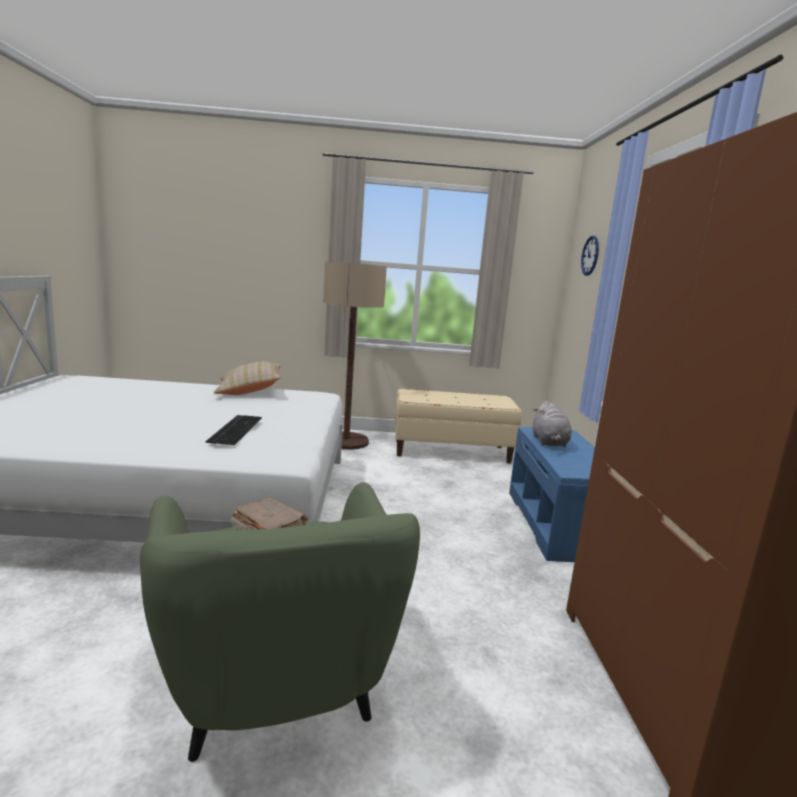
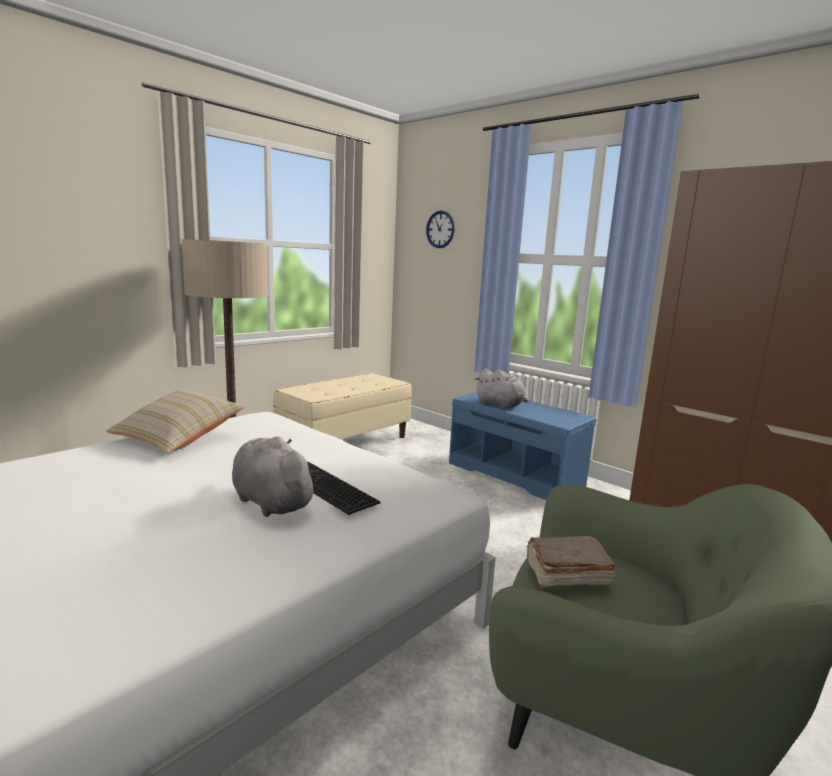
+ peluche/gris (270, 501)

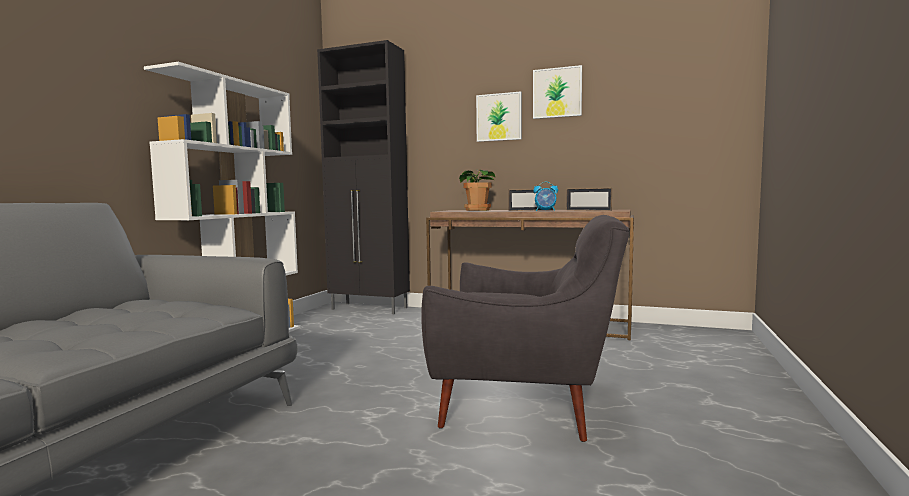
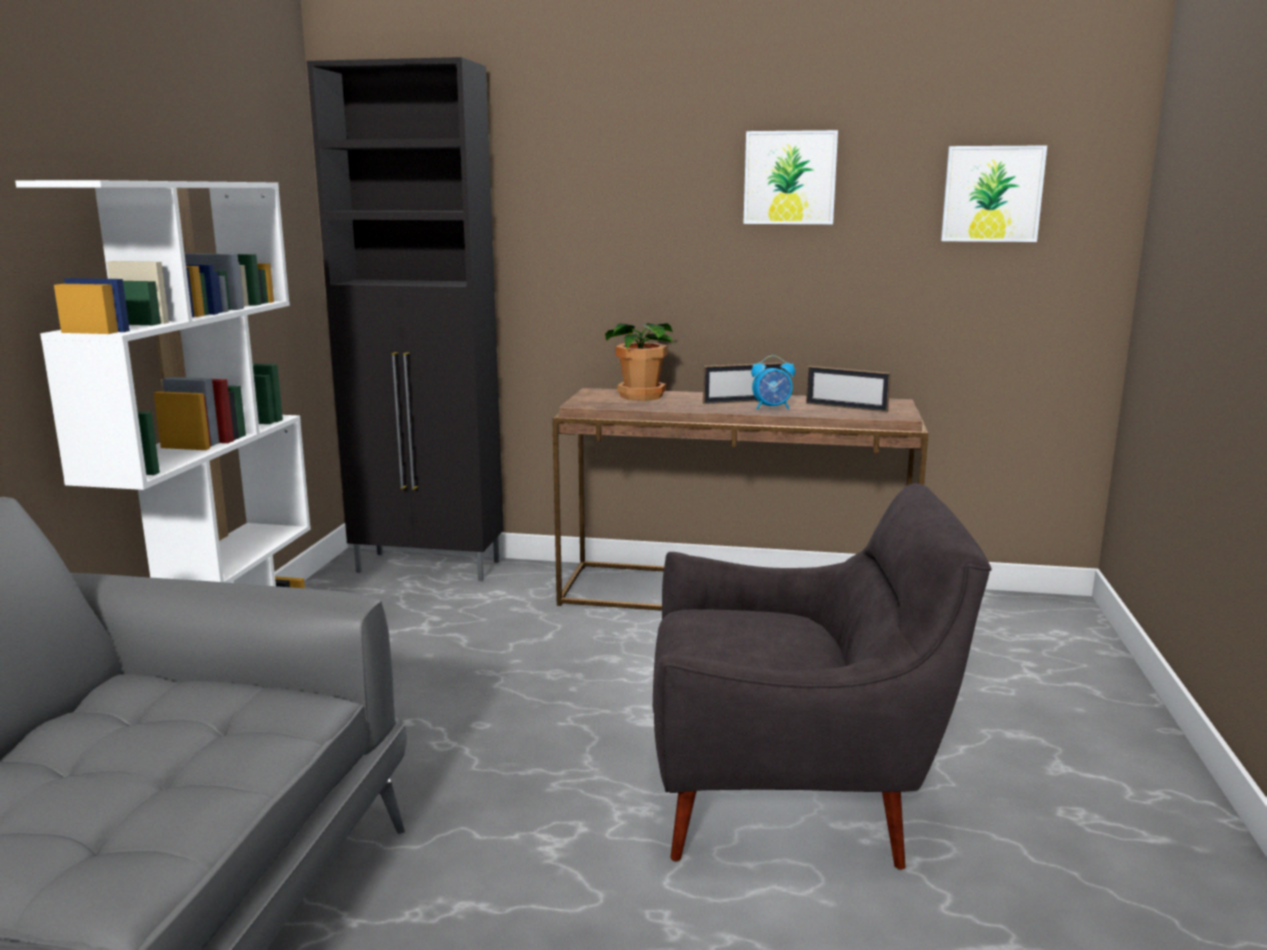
~ tableau (499, 117) to (992, 194)

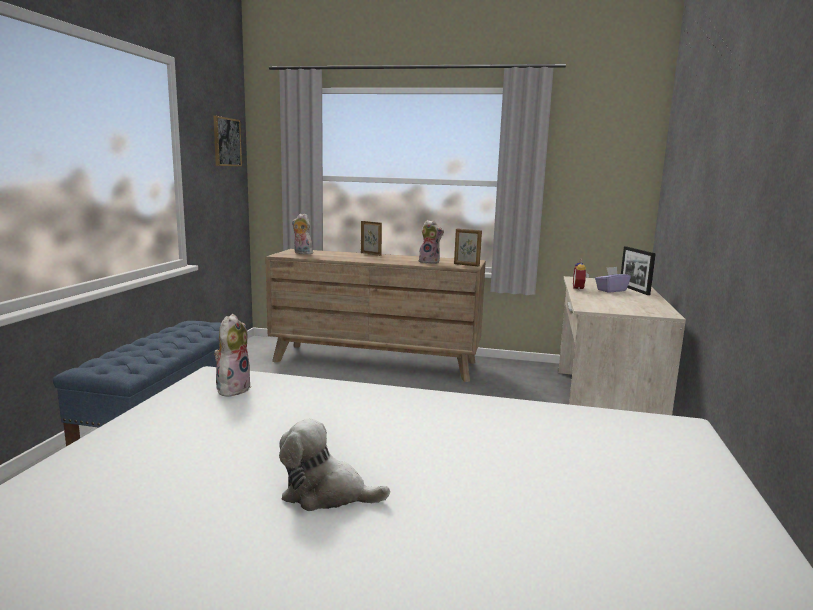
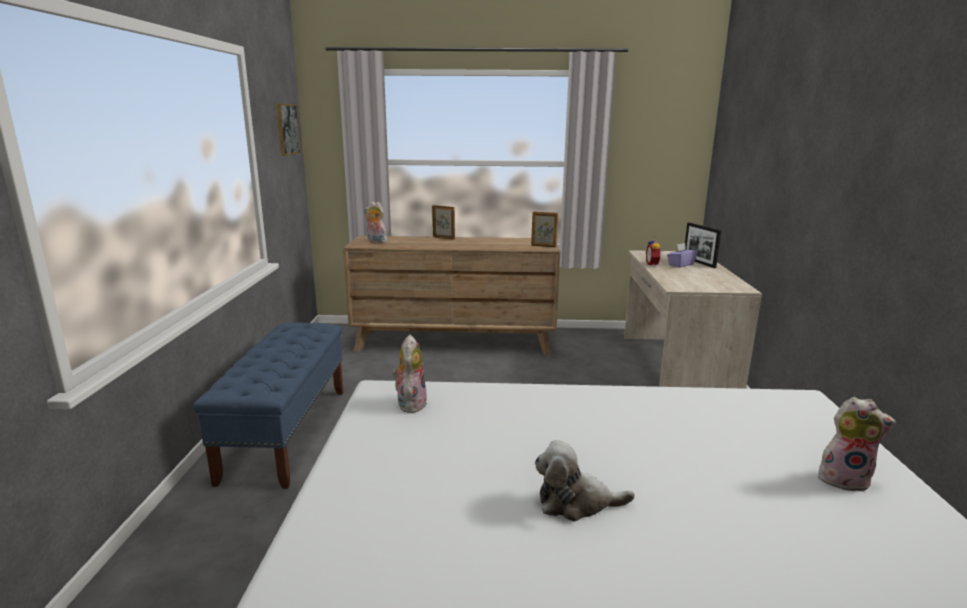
~ peluche (430, 262) to (844, 479)

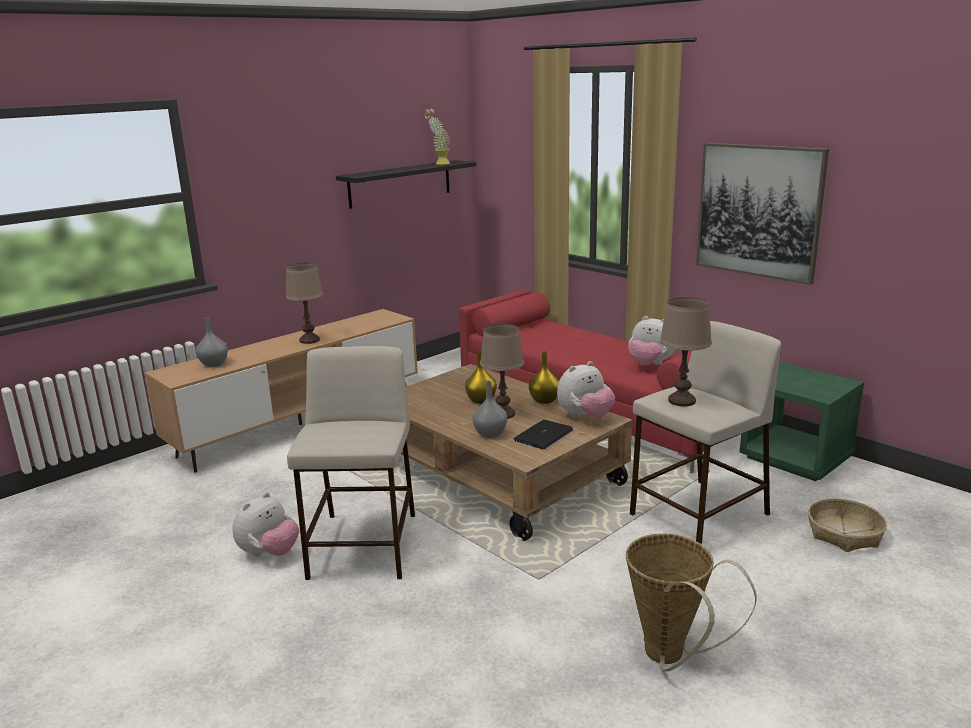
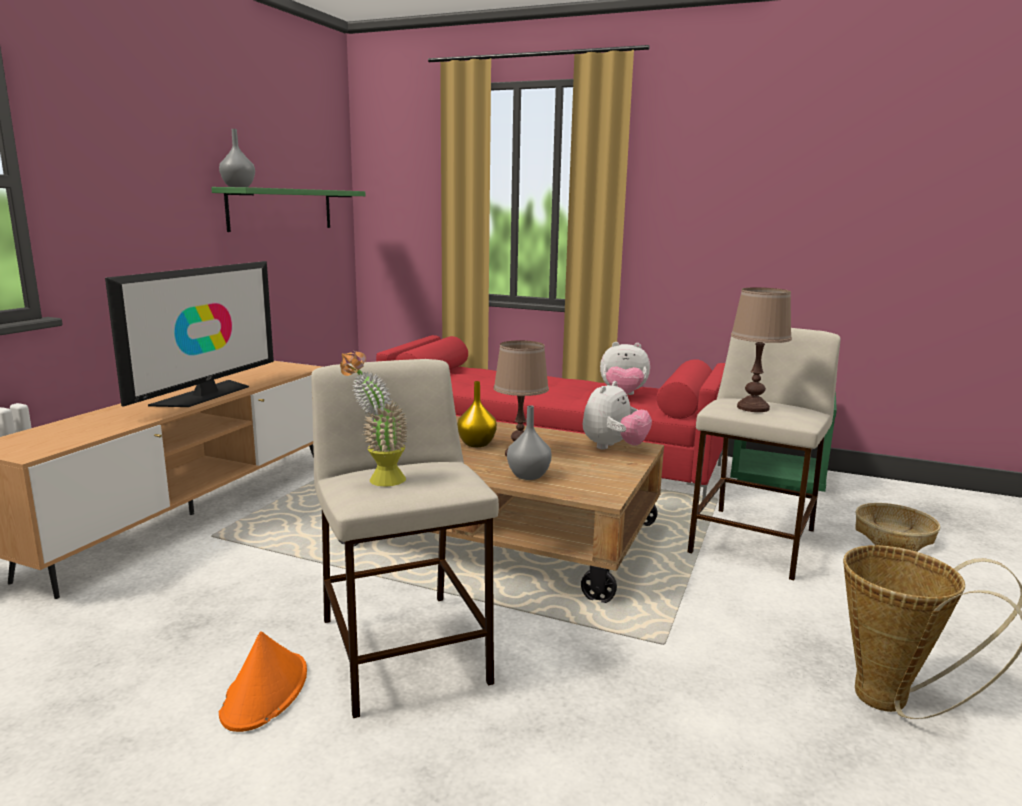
~ vase/gris (213, 364) to (238, 187)
~ peluche (269, 553) to chapeau/orange (265, 692)
~ lampe de table/marron (309, 340) to téléviseur (205, 394)
~ étagère/noir (400, 183) to étagère/vert (281, 209)
~ plante en pot (439, 163) to (377, 480)
- ordinateur portable (543, 435)
- vase/jaune (544, 400)
- tableau (758, 211)

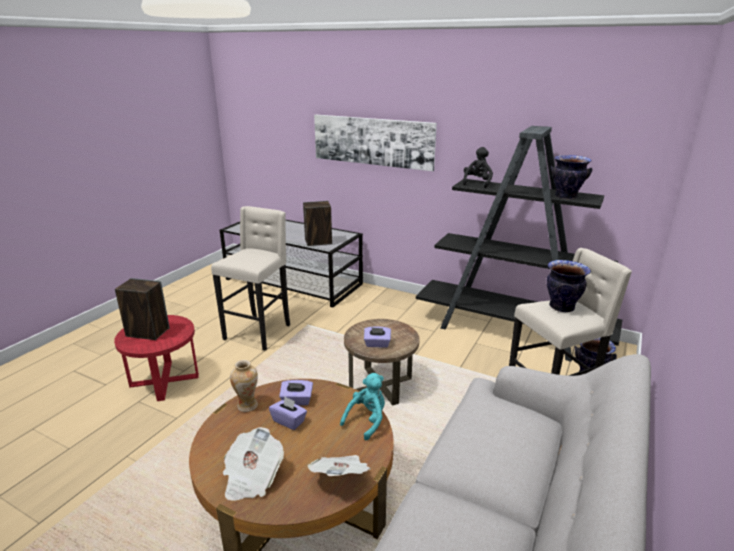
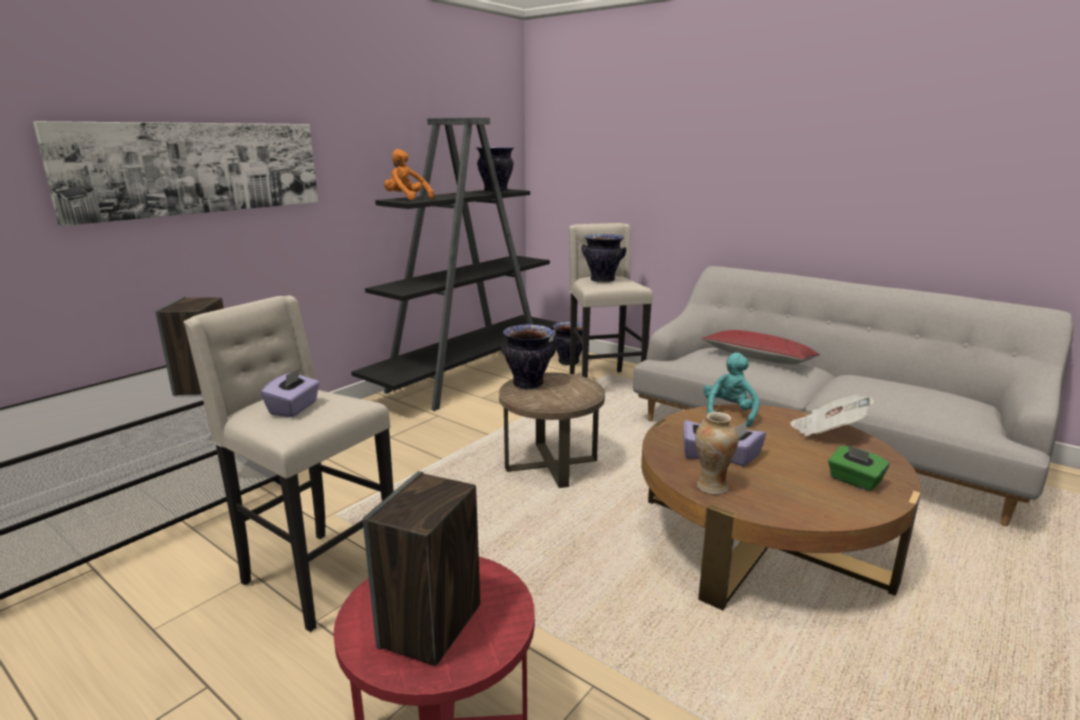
~ journal (252, 477) to boîte à mouchoirs/vert (854, 481)
~ peluche/turquoise (367, 420) = (729, 414) 60 degrees clockwise
~ boîte à mouchoirs/violet (377, 344) to (294, 408)
~ peluche/noir (477, 183) to peluche/orange (406, 199)
+ vase (528, 384)
+ coussin/rouge (758, 358)

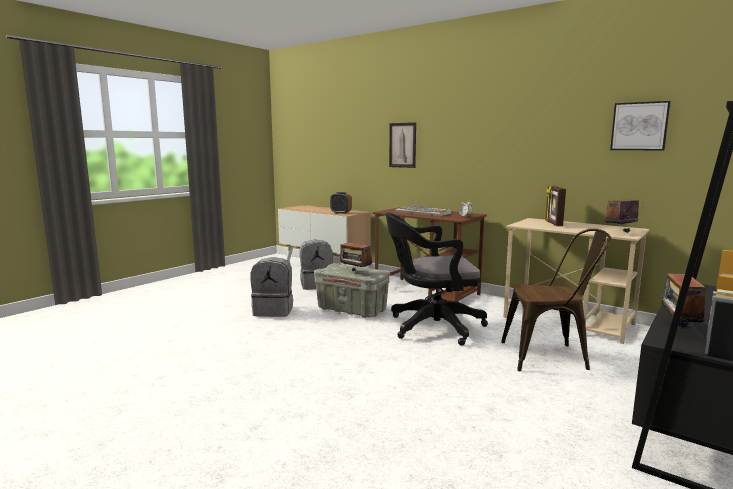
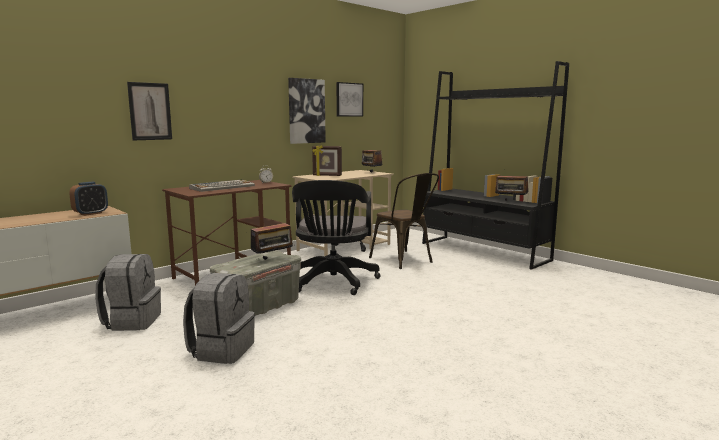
~ chaise/marron (551, 356) = (404, 261) 135 degrees clockwise
+ tableau (306, 111)

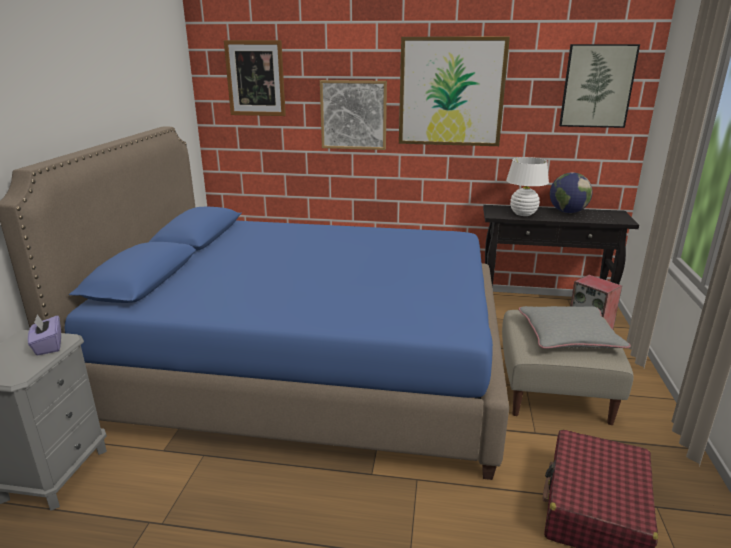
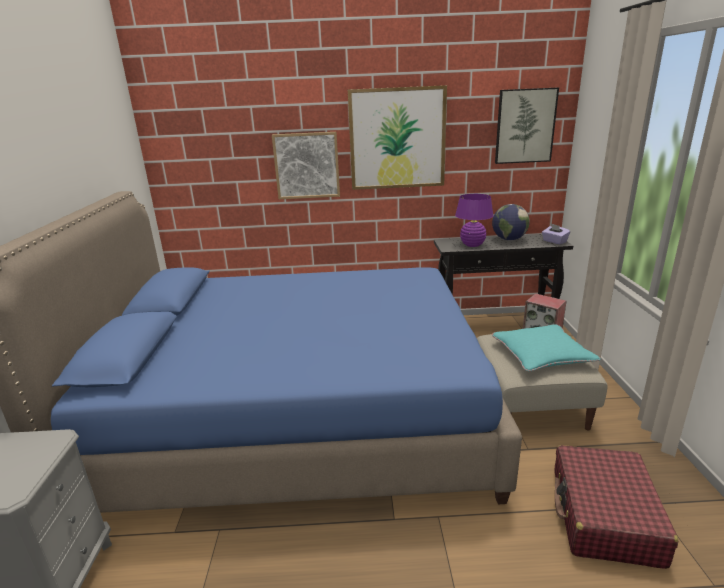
~ boîte à mouchoirs/violet (48, 346) to (554, 241)
- tableau (255, 78)
~ lampe de table/blanc (523, 214) to lampe de table/violet (472, 245)
~ coussin/gris (569, 335) to coussin/turquoise (542, 354)

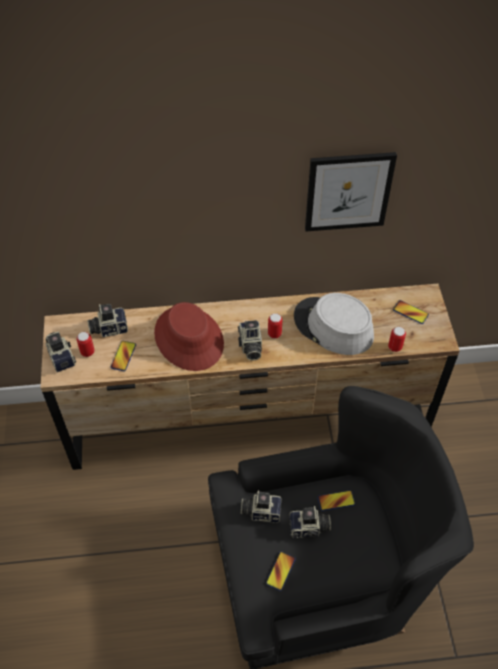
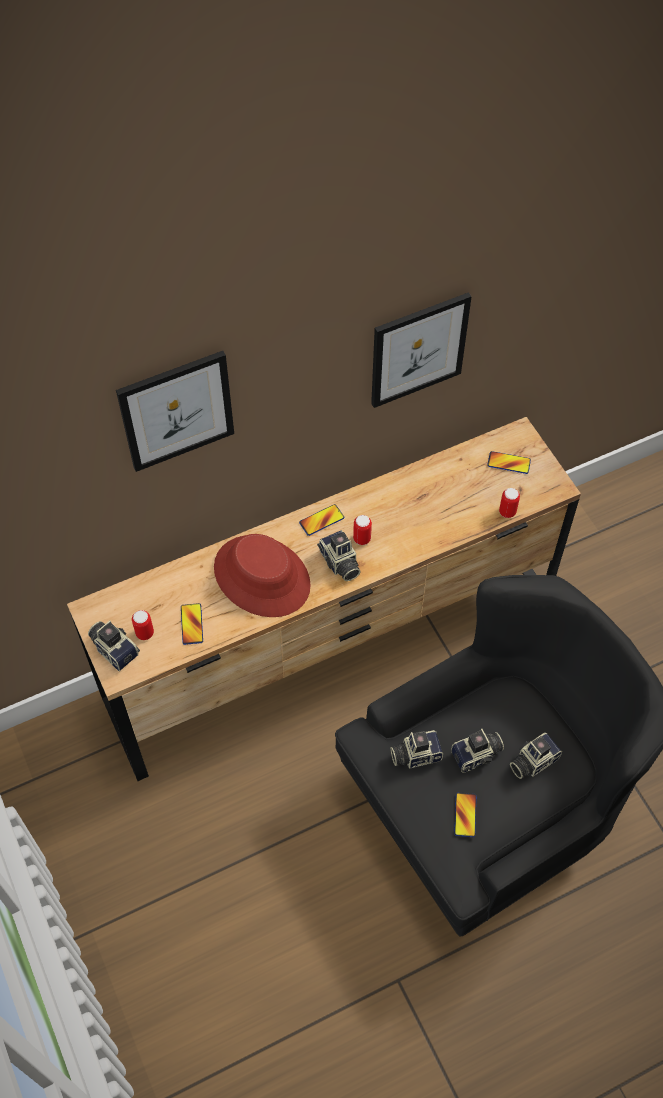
~ appareil photo (108, 328) to (532, 761)
- chapeau/gris (333, 327)
~ téléphone (336, 501) to (321, 520)
+ tableau (176, 410)

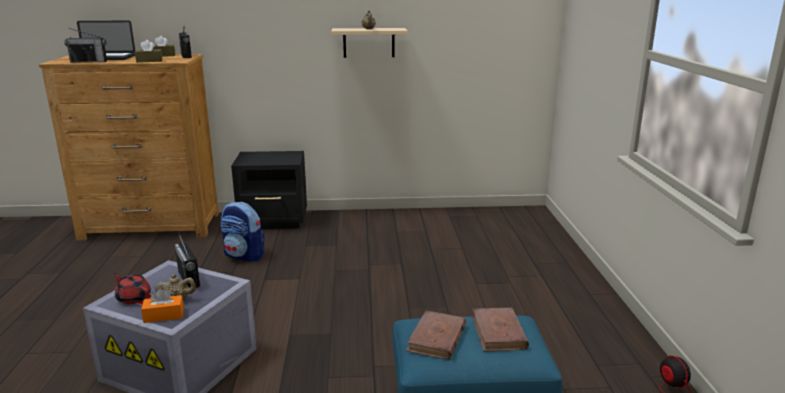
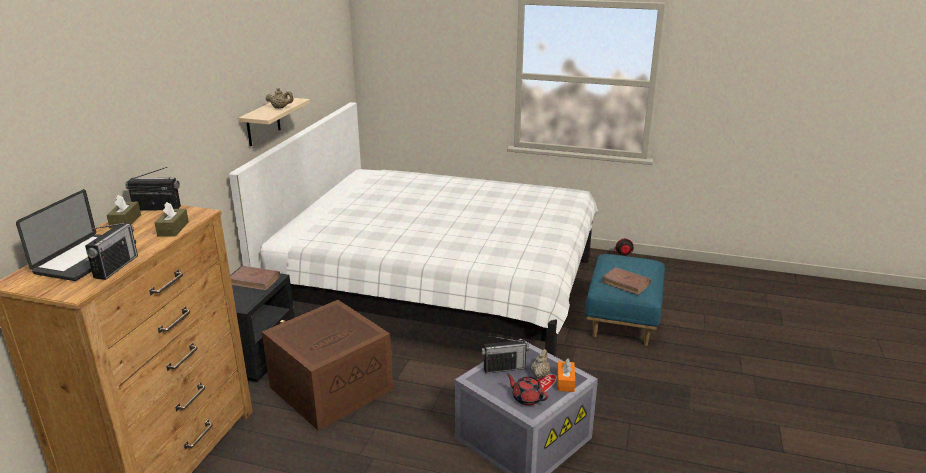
~ théière/rouge (133, 298) = (527, 398) 75 degrees clockwise
~ sac à dos (244, 256) to boîte de rangement/marron (331, 387)
~ livre/marron (498, 333) to (254, 280)
+ lit/blanc (438, 292)

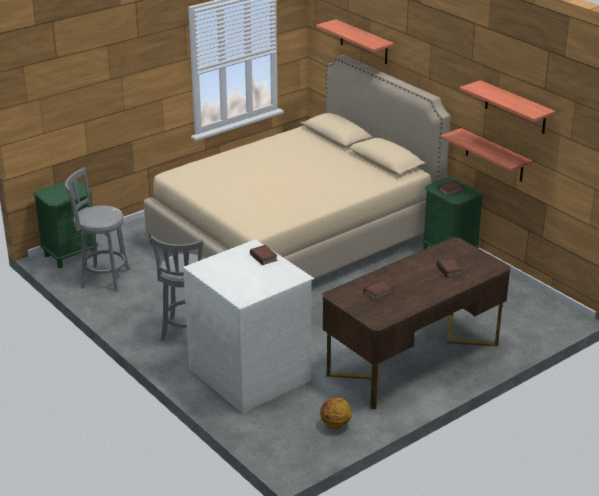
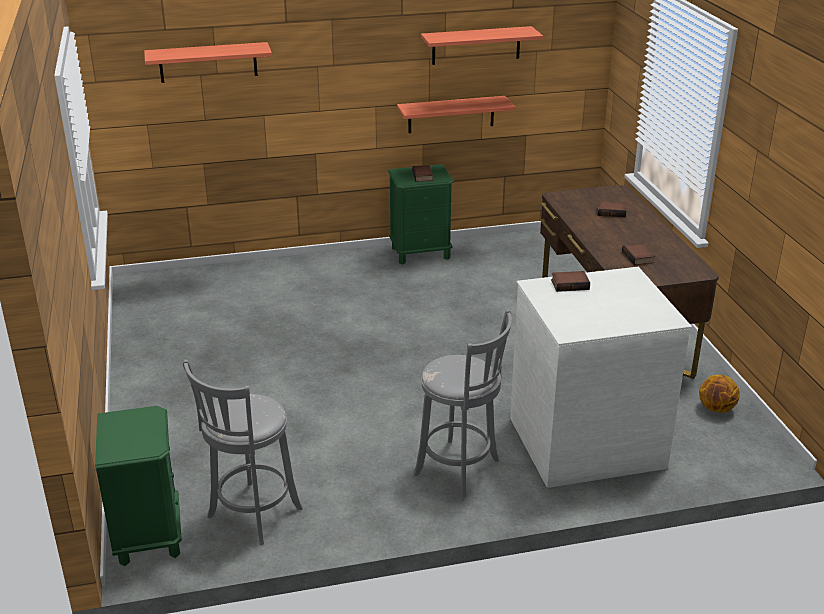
- lit/beige (295, 239)

